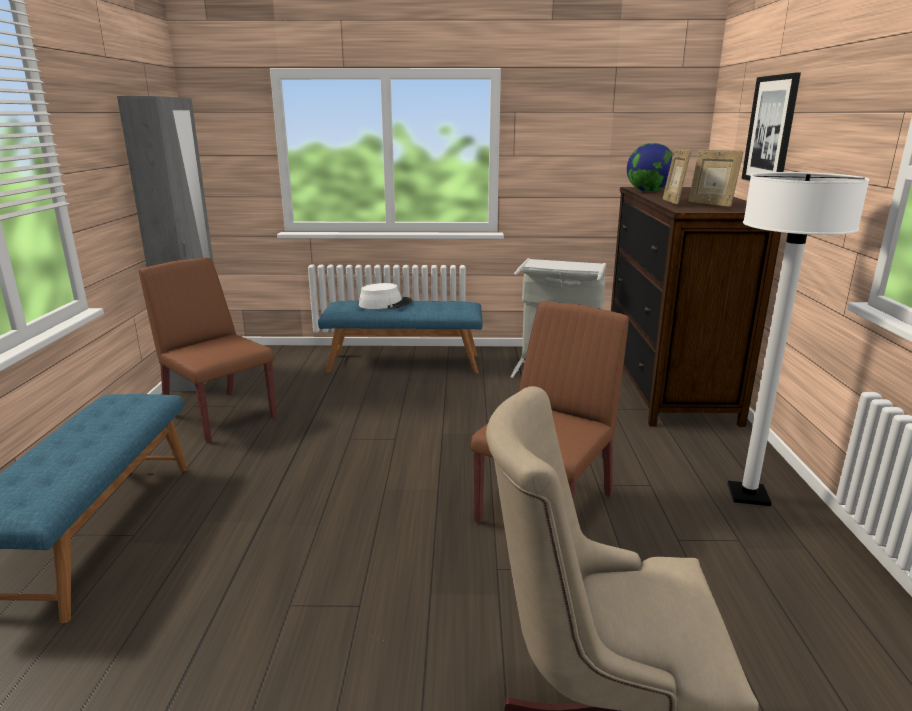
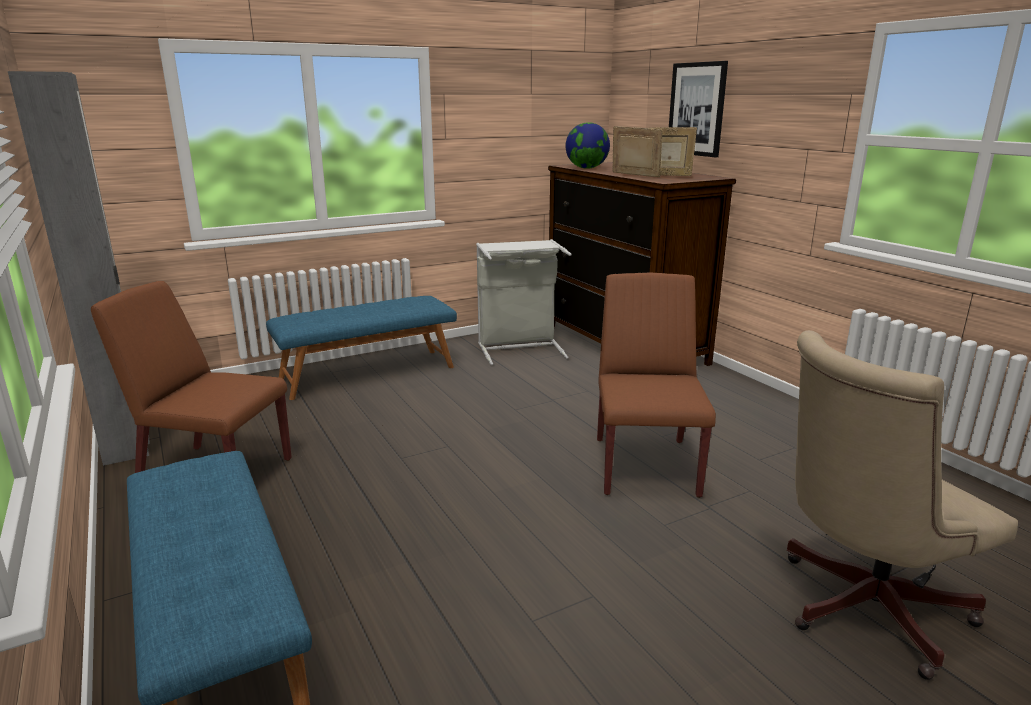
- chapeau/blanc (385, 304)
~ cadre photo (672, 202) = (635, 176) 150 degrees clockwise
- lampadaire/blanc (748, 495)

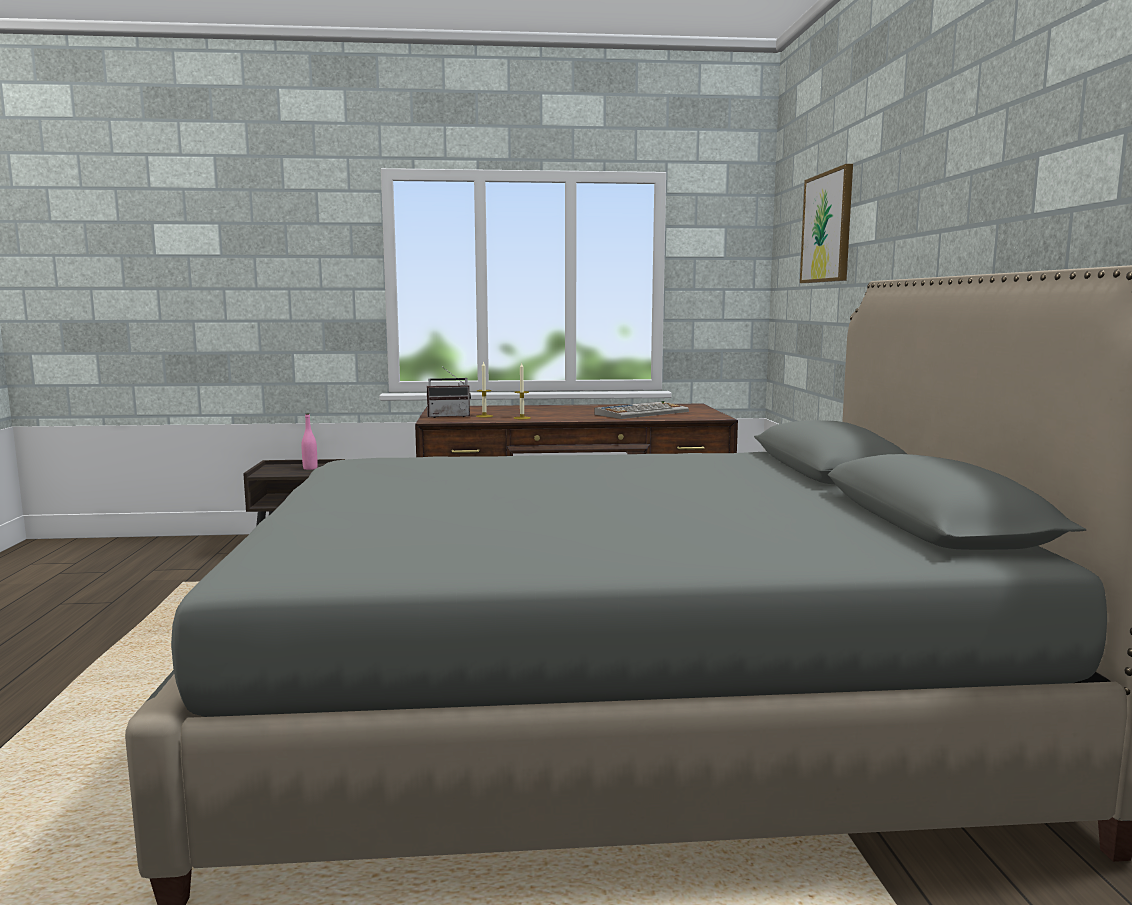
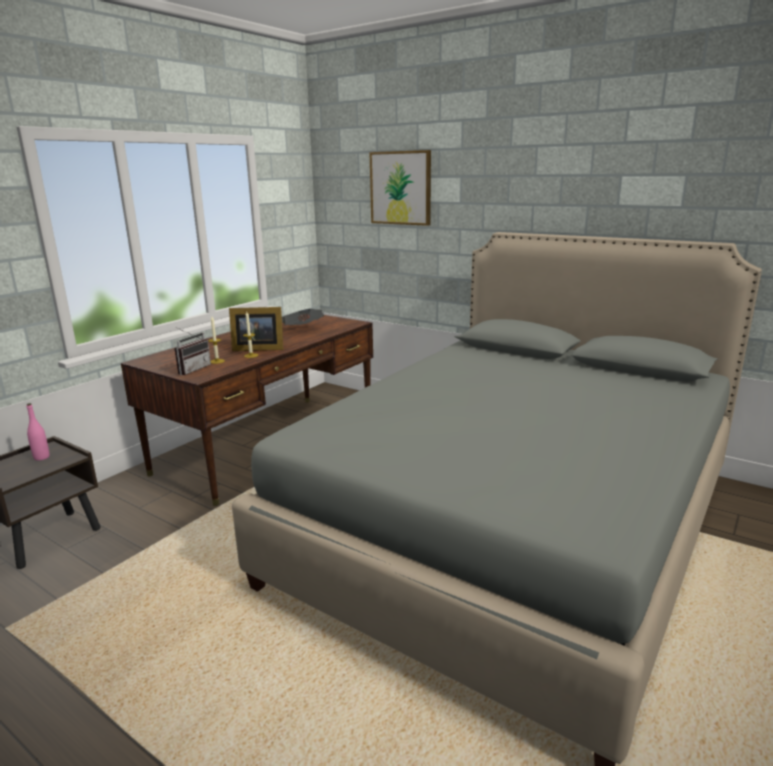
~ clavier (642, 413) to journal (303, 329)
+ cadre photo (257, 348)

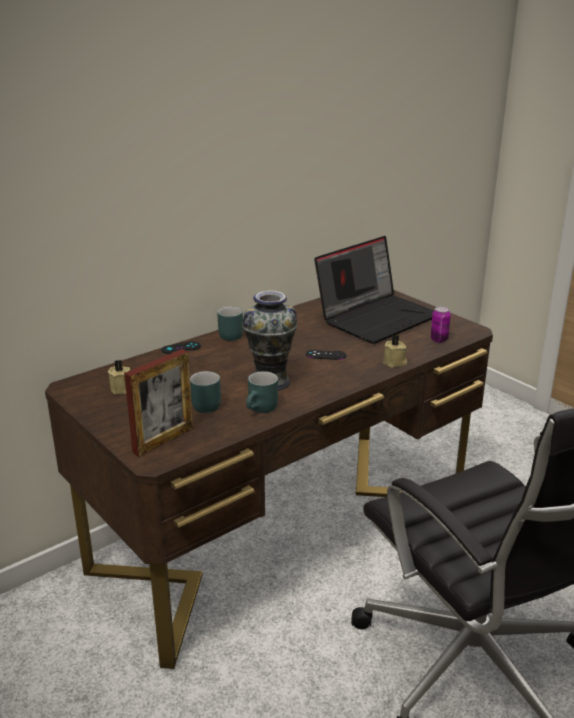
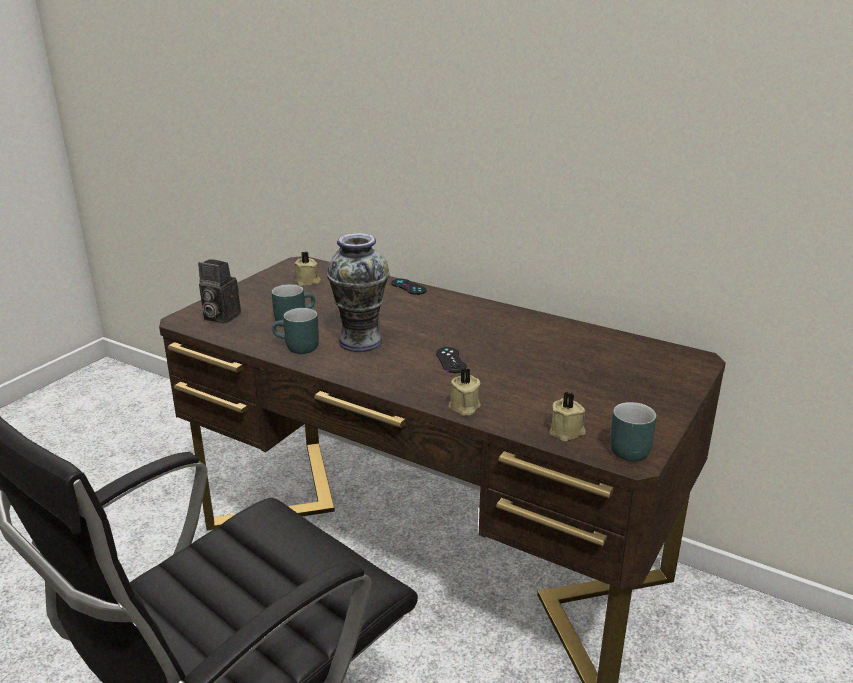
~ cadre photo (163, 440) to appareil photo (219, 317)
~ mug/turquoise (227, 335) to (630, 447)
- ordinateur portable (377, 317)
~ boîte métallique (439, 340) to bougie/beige (567, 432)

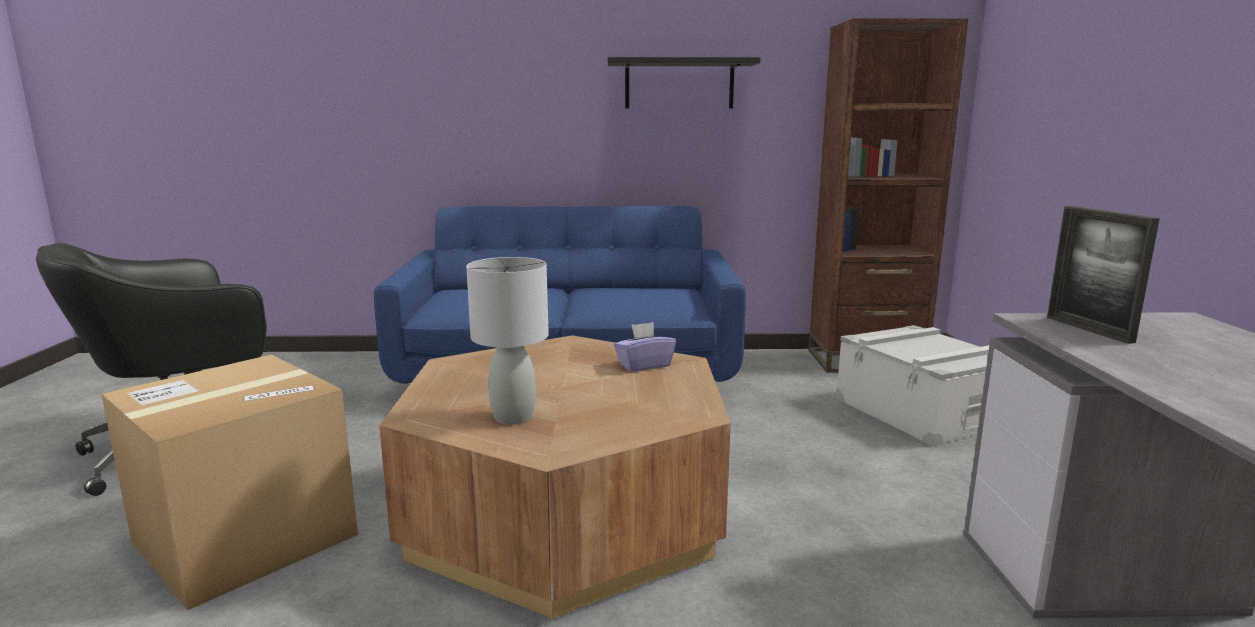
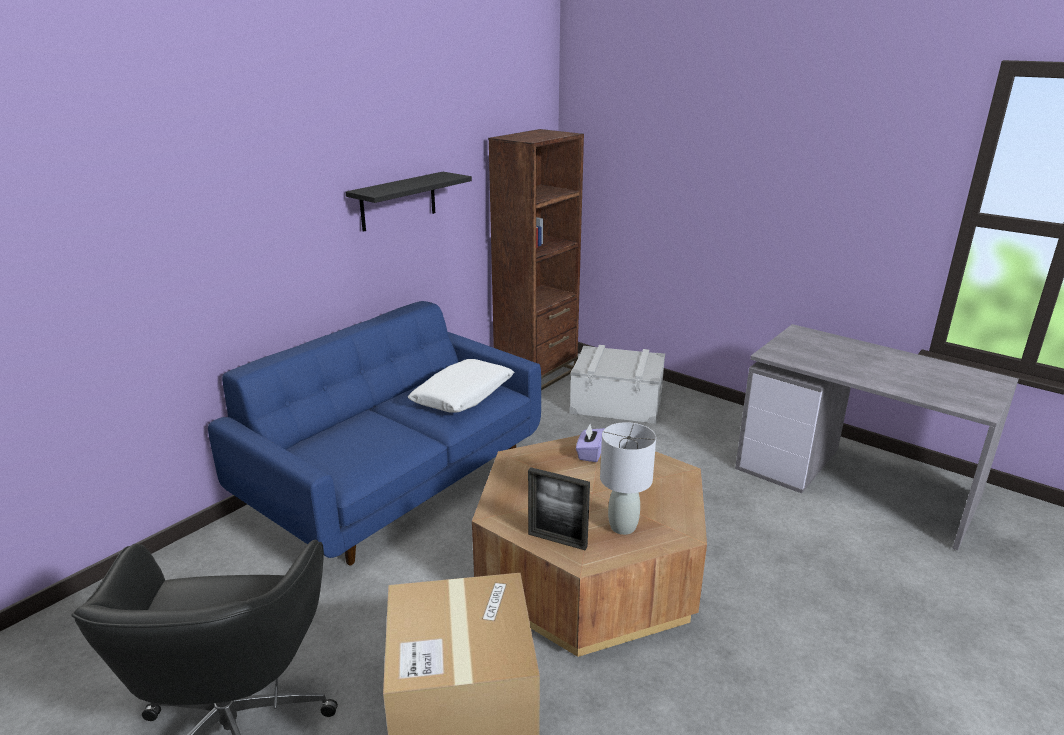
~ cadre photo (1088, 329) to (557, 540)
+ coussin/blanc (463, 395)

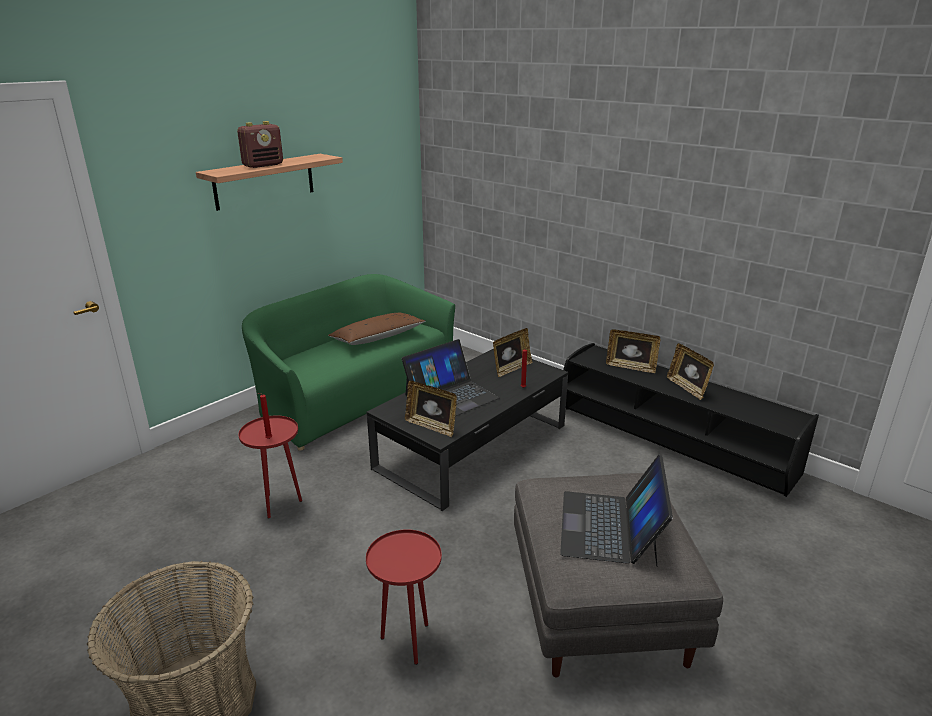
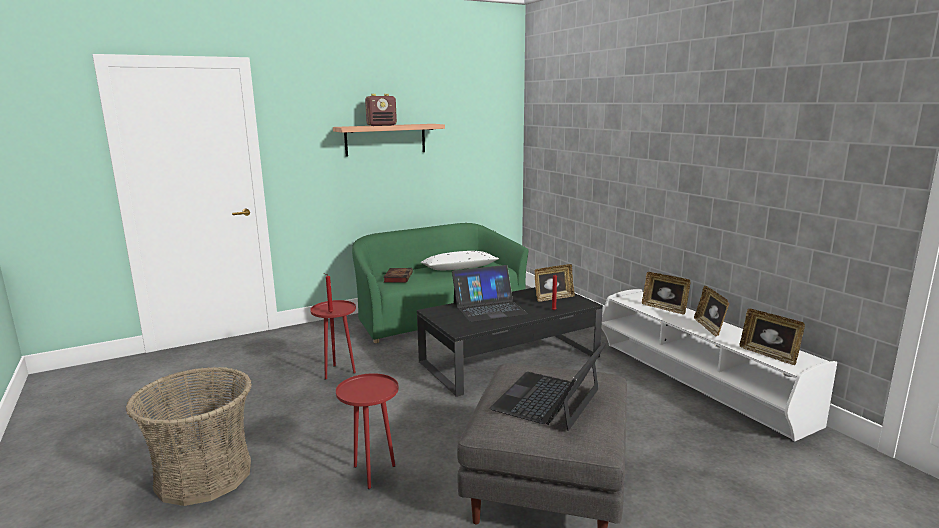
~ coussin/marron (377, 338) to coussin/blanc (459, 269)
~ cadre photo (431, 426) to (769, 355)
~ meuble télé/noir (671, 442) to meuble télé/blanc (696, 383)
+ livre (398, 277)

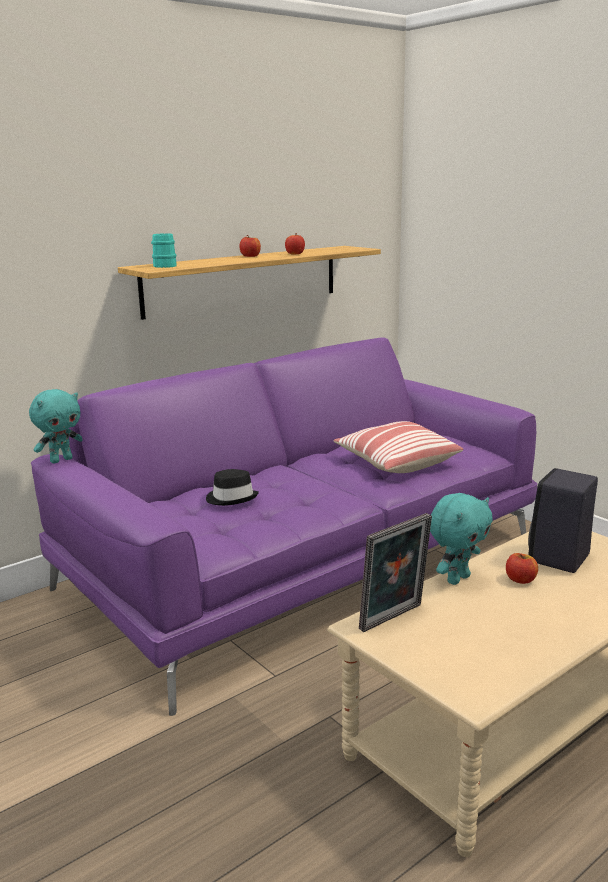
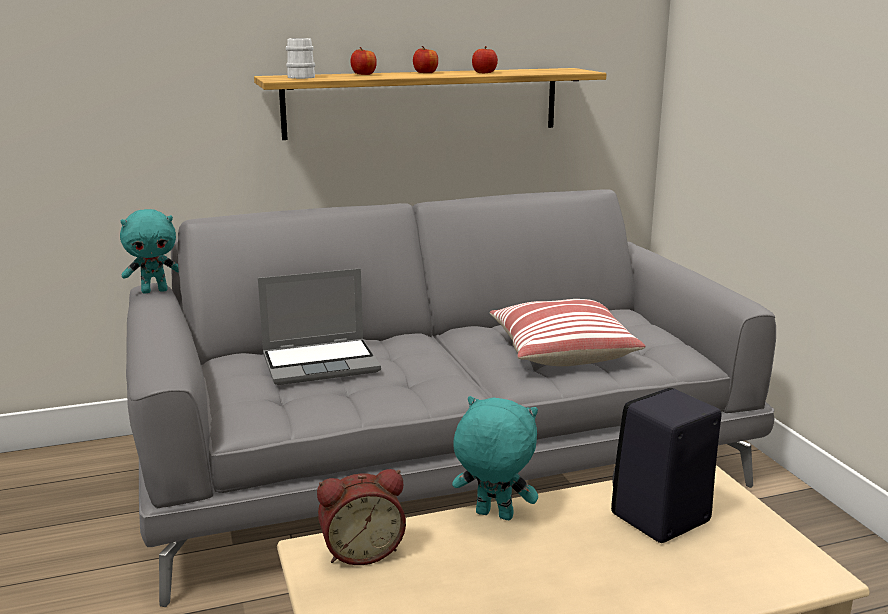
~ canapé/violet (306, 563) to canapé/gris (443, 460)
~ mug/turquoise (164, 265) to mug/blanc (302, 77)
~ chapeau/noir (231, 498) to ordinateur portable (322, 363)
~ cadre photo (394, 619) to réveil (361, 550)
~ peluche/turquoise (457, 579) = (493, 516) 135 degrees counterclockwise
~ pomme (520, 580) to (364, 74)

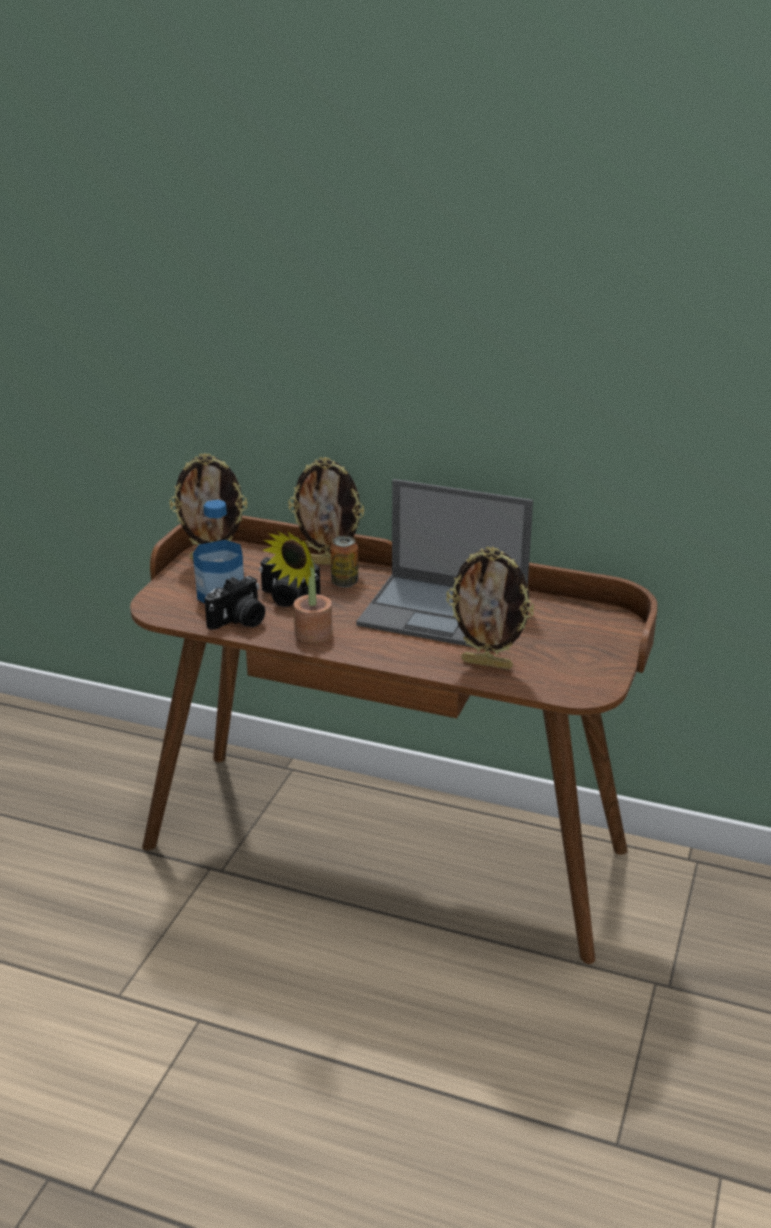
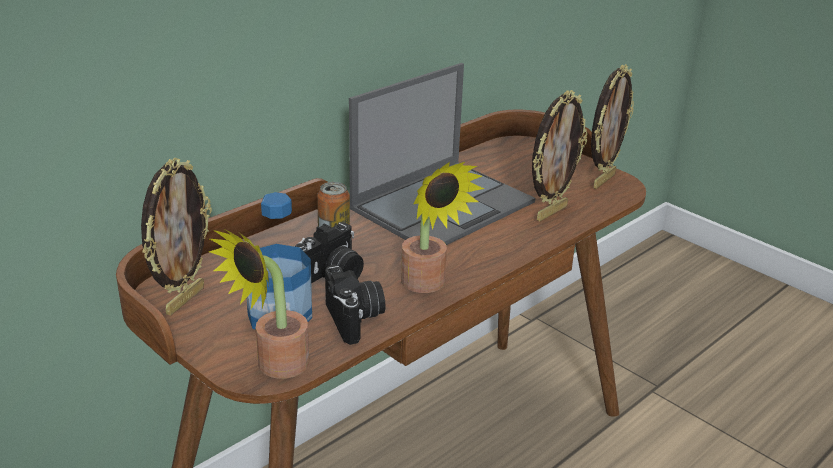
~ cadre photo (328, 563) to (602, 180)
+ plante en pot (275, 367)

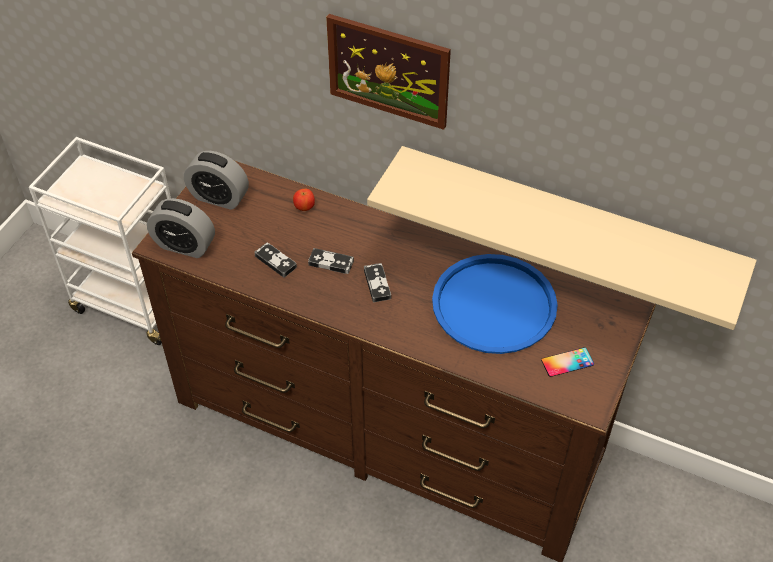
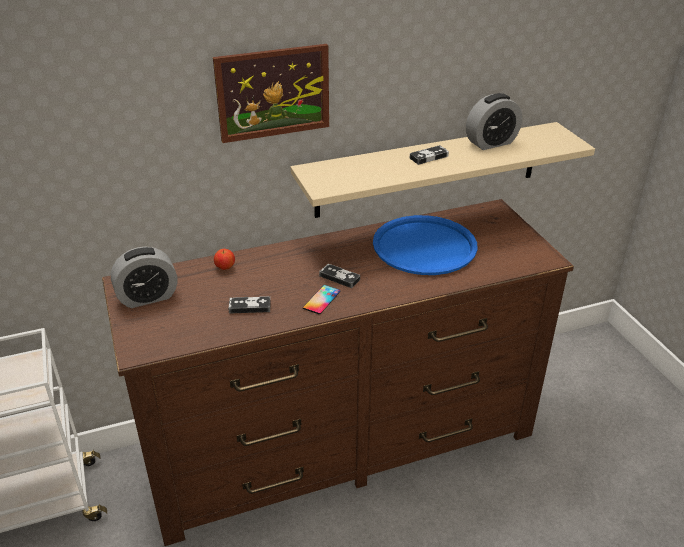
~ réveil (184, 245) to (491, 143)
~ manette (331, 263) to (429, 157)
~ téléphone (567, 362) to (321, 299)

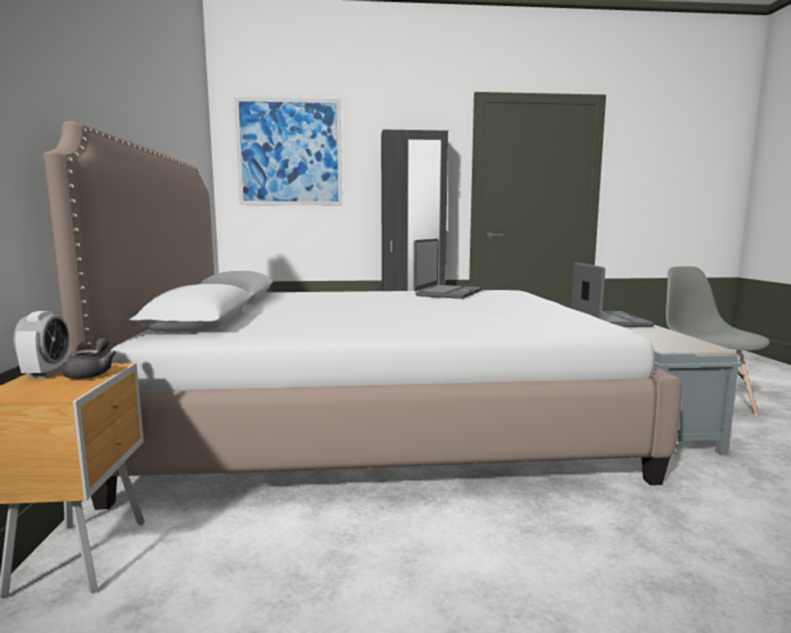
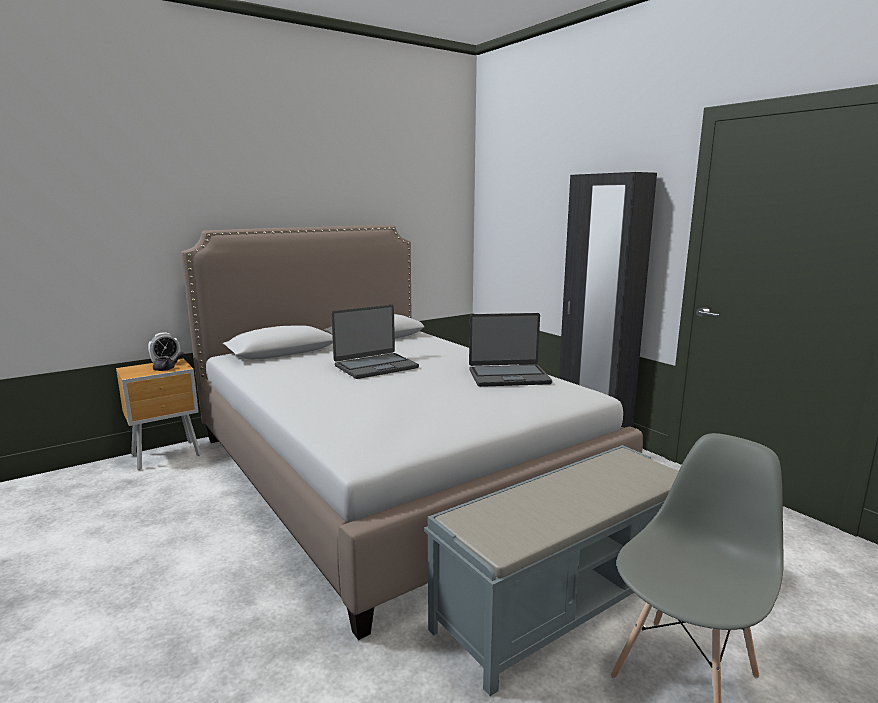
- tableau (289, 152)
~ ordinateur portable (608, 321) to (375, 367)

